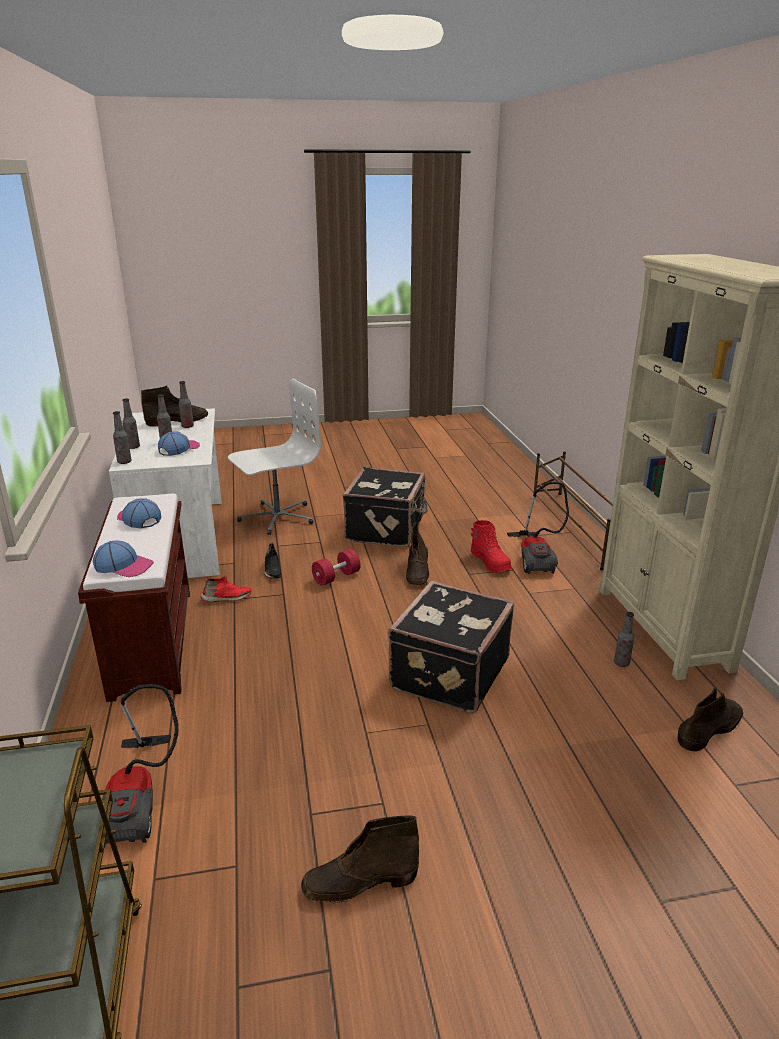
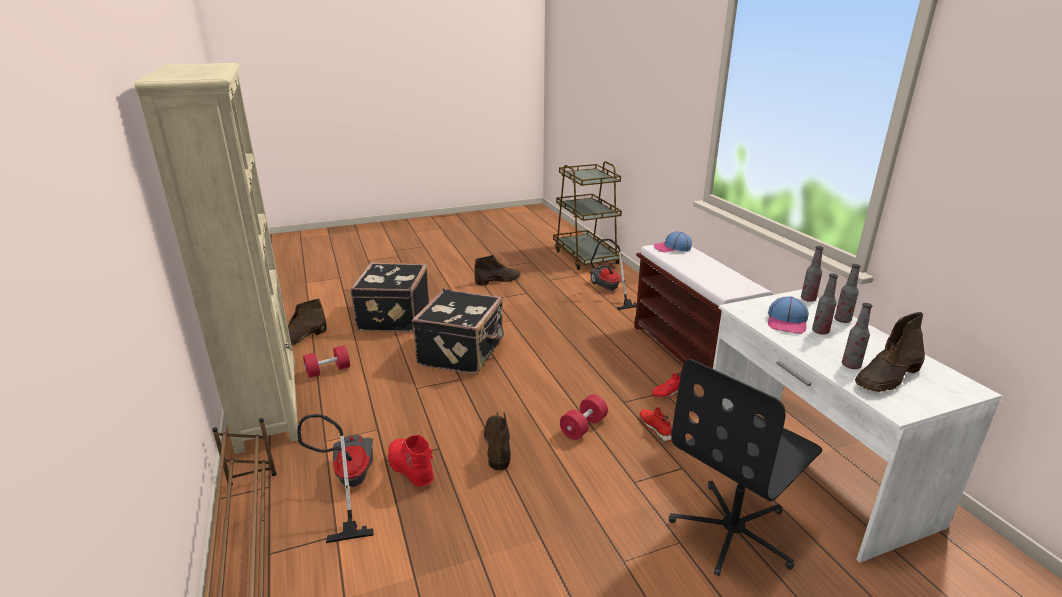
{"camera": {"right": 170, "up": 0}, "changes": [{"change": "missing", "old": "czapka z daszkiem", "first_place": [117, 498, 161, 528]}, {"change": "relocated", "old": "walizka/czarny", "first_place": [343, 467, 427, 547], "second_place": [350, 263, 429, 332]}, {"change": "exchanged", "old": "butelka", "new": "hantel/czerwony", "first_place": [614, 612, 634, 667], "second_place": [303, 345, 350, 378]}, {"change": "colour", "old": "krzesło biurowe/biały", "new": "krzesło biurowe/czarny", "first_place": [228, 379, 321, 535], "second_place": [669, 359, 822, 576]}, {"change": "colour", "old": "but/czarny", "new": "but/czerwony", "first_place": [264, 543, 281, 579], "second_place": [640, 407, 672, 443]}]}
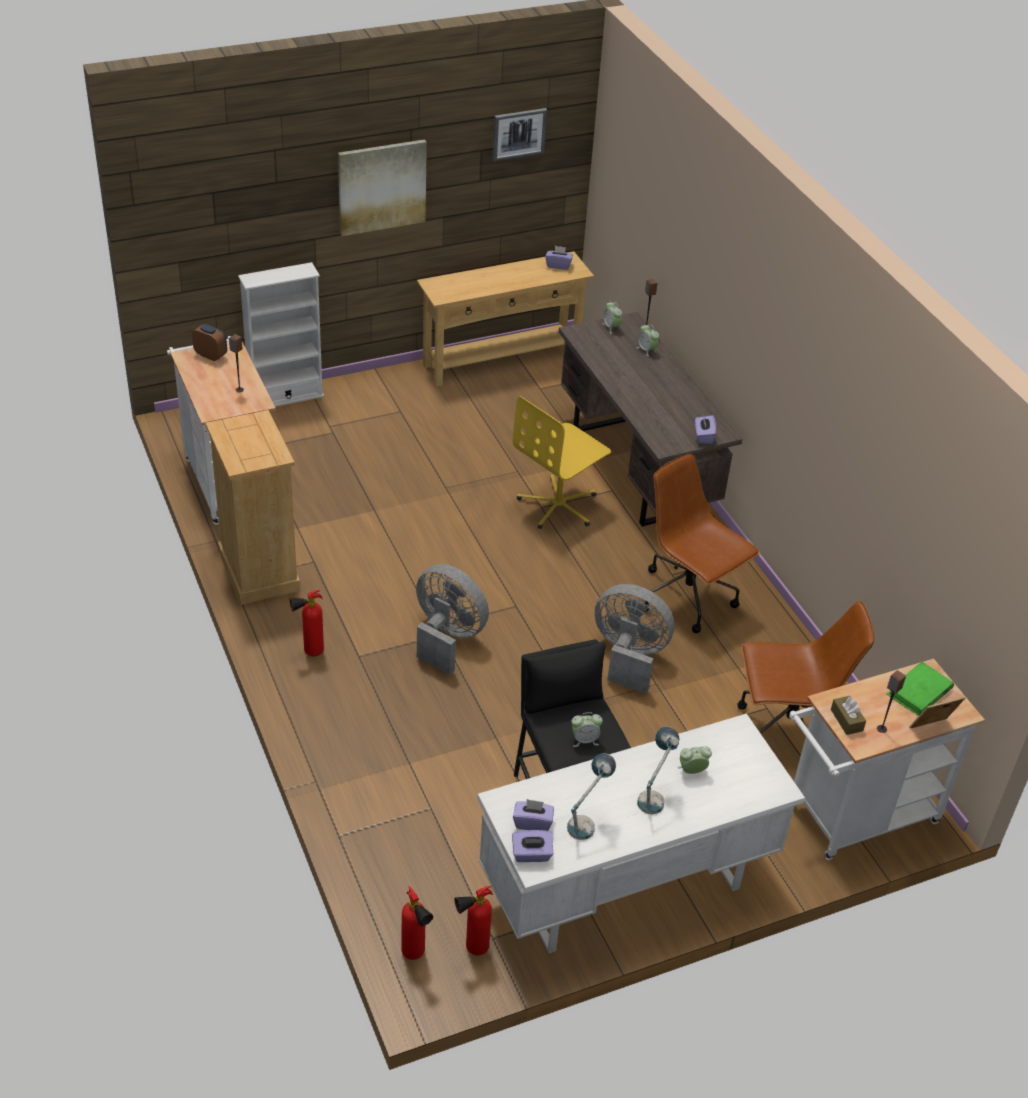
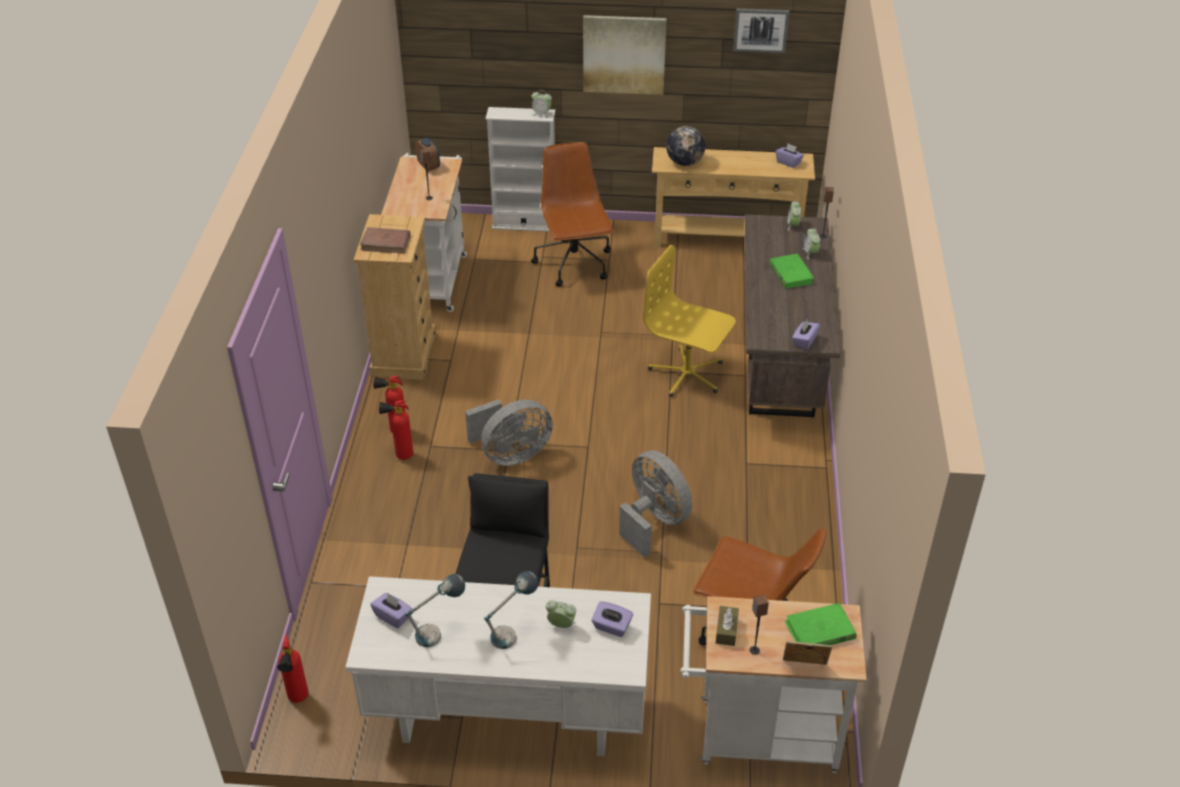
{"camera": {"right": 30, "up": 0}, "changes": [{"change": "appeared", "new": "książka/brązowy", "second_place": [360, 227, 411, 254]}, {"change": "appeared", "new": "globus", "second_place": [666, 126, 705, 166]}, {"change": "appeared", "new": "książka/zielony", "second_place": [769, 254, 814, 289]}, {"change": "relocated", "old": "gaśnica", "first_place": [454, 886, 493, 955], "second_place": [379, 400, 413, 460]}, {"change": "relocated", "old": "pudełko chusteczek/fioletowy", "first_place": [512, 830, 553, 862], "second_place": [591, 601, 633, 637]}, {"change": "relocated", "old": "budzik", "first_place": [571, 712, 603, 747], "second_place": [531, 90, 552, 118]}, {"change": "relocated", "old": "krzesło biurowe/brązowy", "first_place": [644, 454, 760, 633], "second_place": [531, 142, 613, 287]}, {"change": "spun", "old": "wentylator/szary", "first_place": [416, 564, 489, 675], "second_place": [465, 399, 553, 466], "degrees": 90}, {"change": "spun", "old": "krzesło biurowe/żółty", "first_place": [513, 396, 611, 529], "second_place": [643, 245, 736, 397], "degrees": 45}]}
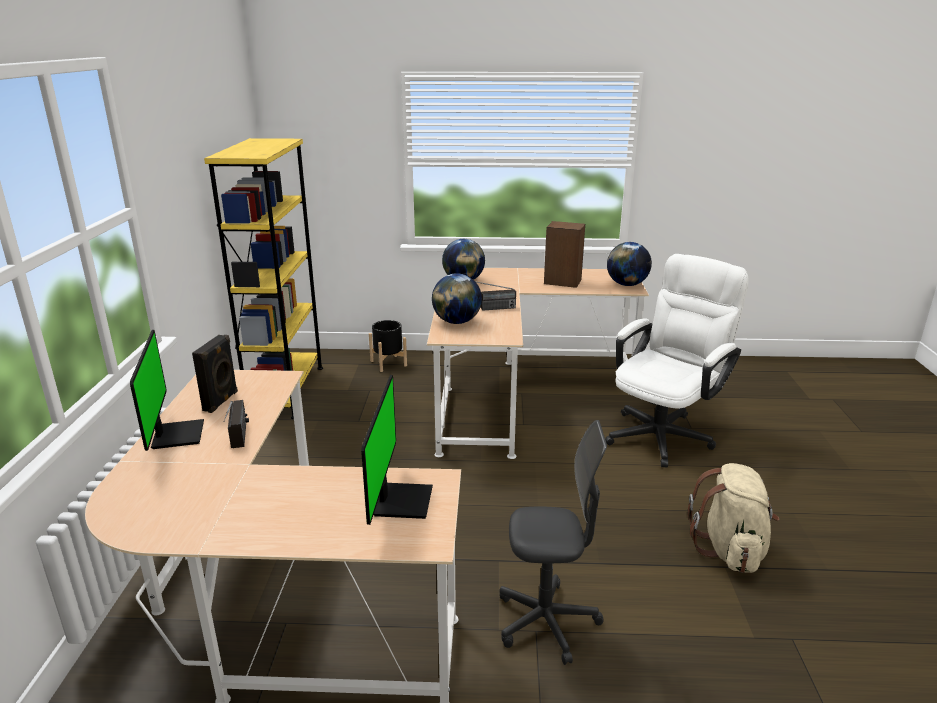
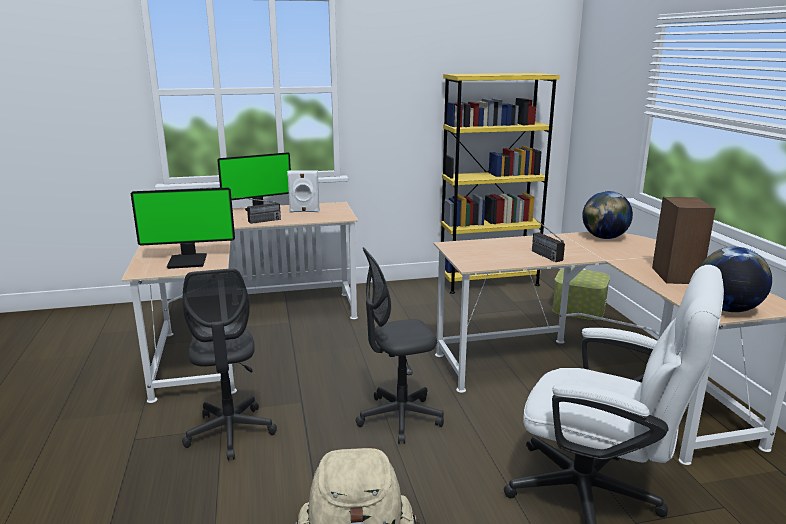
{"camera": {"right": 75, "up": -5}, "changes": [{"change": "missing", "old": "globus", "first_place": [432, 273, 482, 324]}, {"change": "appeared", "new": "krzesło biurowe/szary", "second_place": [356, 247, 444, 444]}, {"change": "exchanged", "old": "donica/czarny", "new": "pojemnik do przechowywania", "first_place": [369, 320, 407, 372], "second_place": [552, 268, 610, 320]}, {"change": "colour", "old": "głośnik/czarny", "new": "głośnik/biały", "first_place": [192, 335, 238, 413], "second_place": [287, 170, 319, 212]}]}
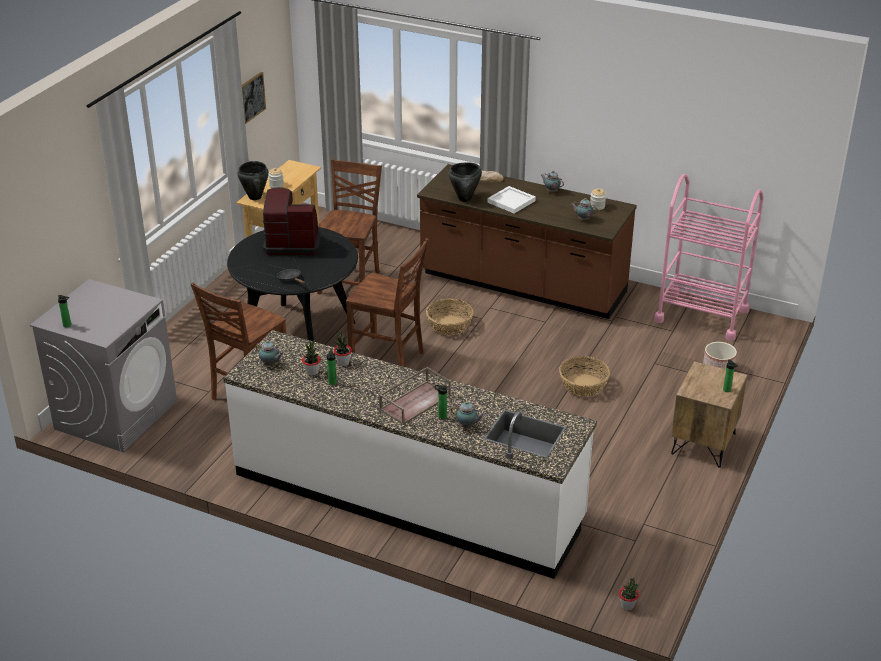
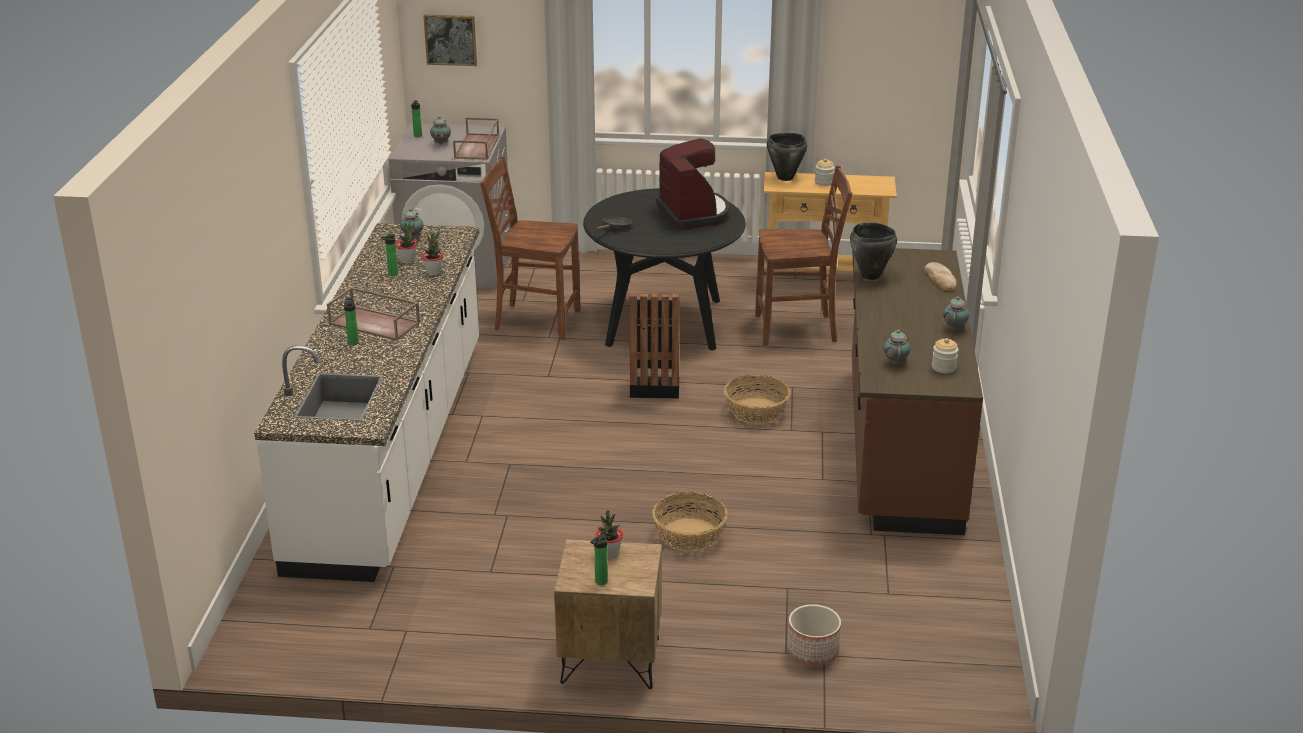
{"camera": {"right": 70, "up": -5}, "changes": [{"change": "missing", "old": "taca/biały", "first_place": [487, 186, 536, 214]}, {"change": "missing", "old": "wózek/różowy", "first_place": [654, 174, 764, 341]}, {"change": "appeared", "new": "taca/brązowy", "second_place": [453, 117, 499, 160]}, {"change": "relocated", "old": "obraz", "first_place": [242, 72, 266, 124], "second_place": [423, 15, 477, 66]}, {"change": "relocated", "old": "imbryk", "first_place": [450, 401, 485, 428], "second_place": [430, 116, 451, 145]}, {"change": "relocated", "old": "roślina doniczkowa", "first_place": [619, 577, 639, 610], "second_place": [596, 510, 623, 559]}, {"change": "exchanged", "old": "krzesło/brązowy", "new": "kosz na śmieci/czarny", "first_place": [346, 238, 428, 367], "second_place": [629, 293, 680, 398]}]}
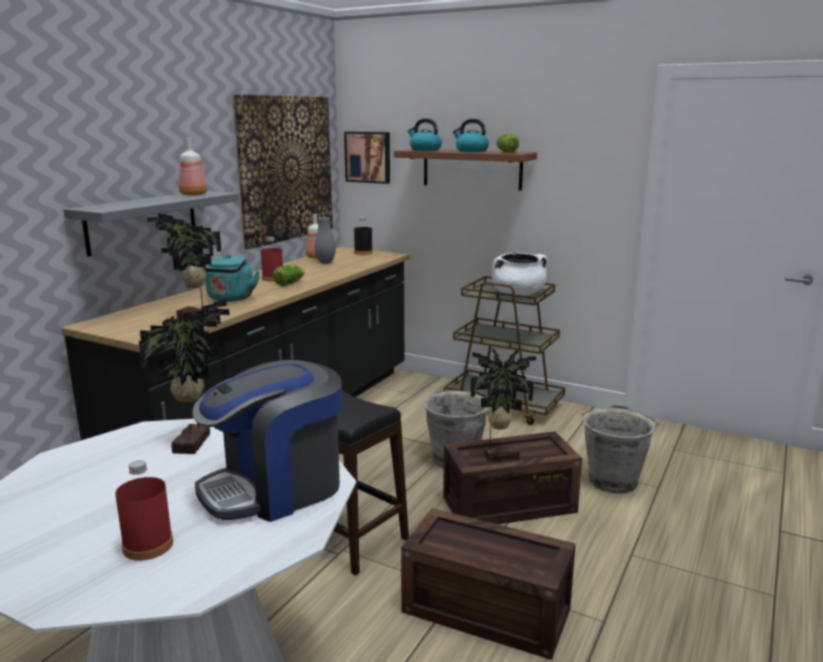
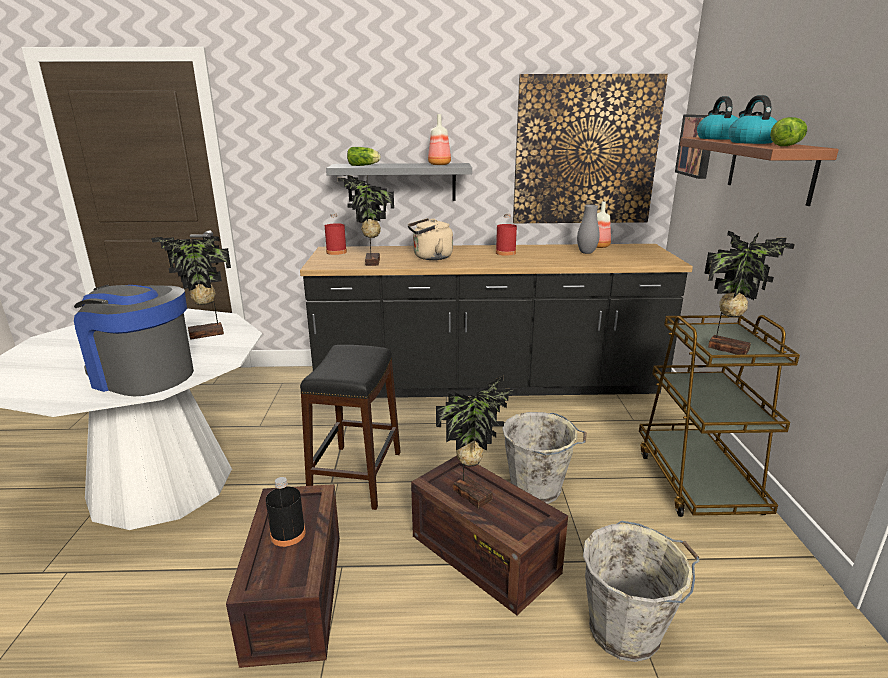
{"camera": {"right": 60, "up": 5}, "changes": [{"change": "relocated", "old": "butelka/czerwony", "first_place": [115, 460, 173, 561], "second_place": [325, 213, 347, 255]}, {"change": "relocated", "old": "sałata", "first_place": [273, 265, 304, 286], "second_place": [347, 147, 381, 166]}, {"change": "relocated", "old": "butelka/czarny", "first_place": [354, 217, 373, 255], "second_place": [266, 477, 306, 547]}, {"change": "exchanged", "old": "garnek/biały", "new": "roślina doniczkowa", "first_place": [492, 252, 548, 296], "second_place": [704, 231, 795, 355]}, {"change": "colour", "old": "czajnik/turkusowy", "new": "czajnik/beżowy", "first_place": [204, 254, 259, 302], "second_place": [408, 218, 453, 260]}]}
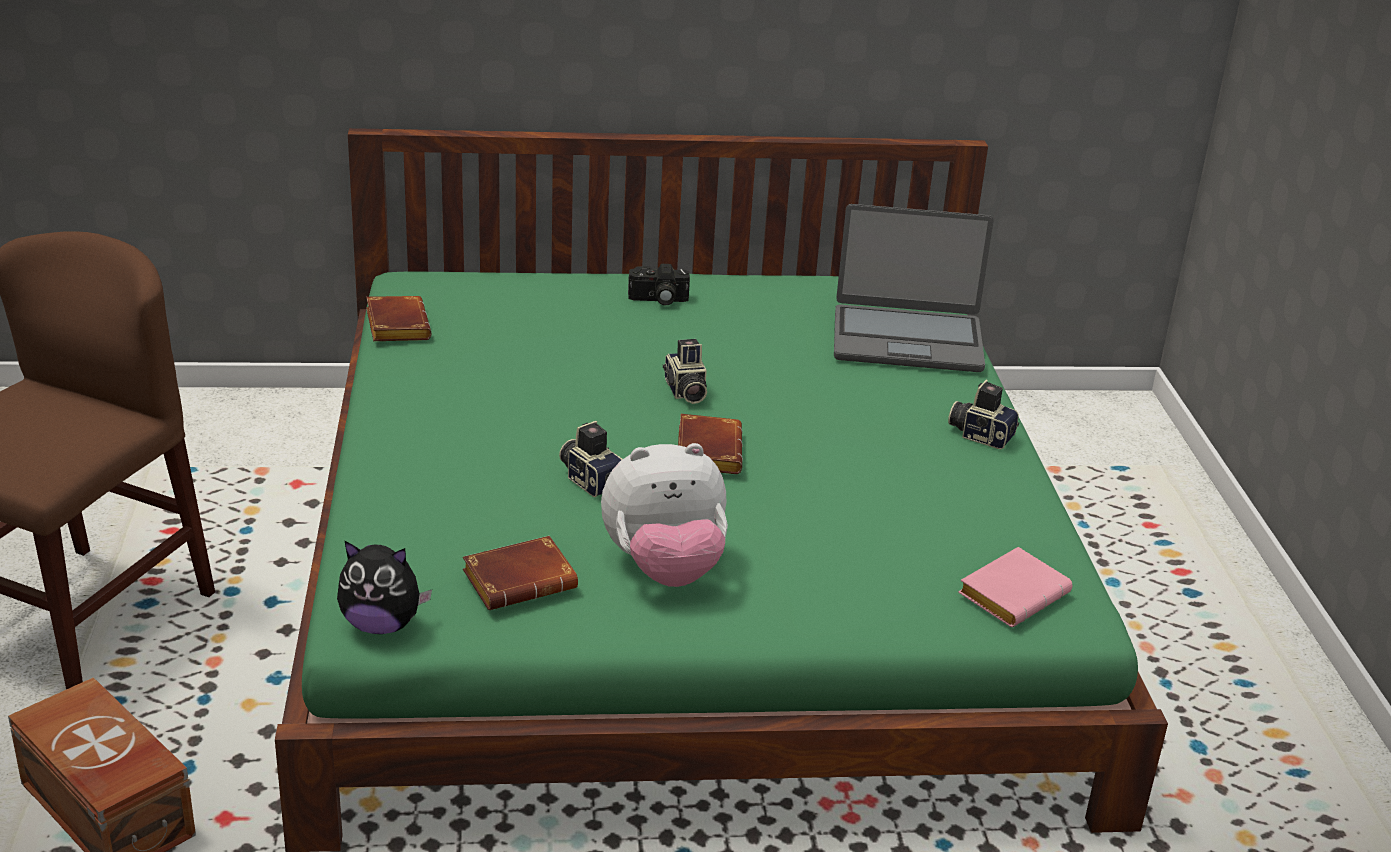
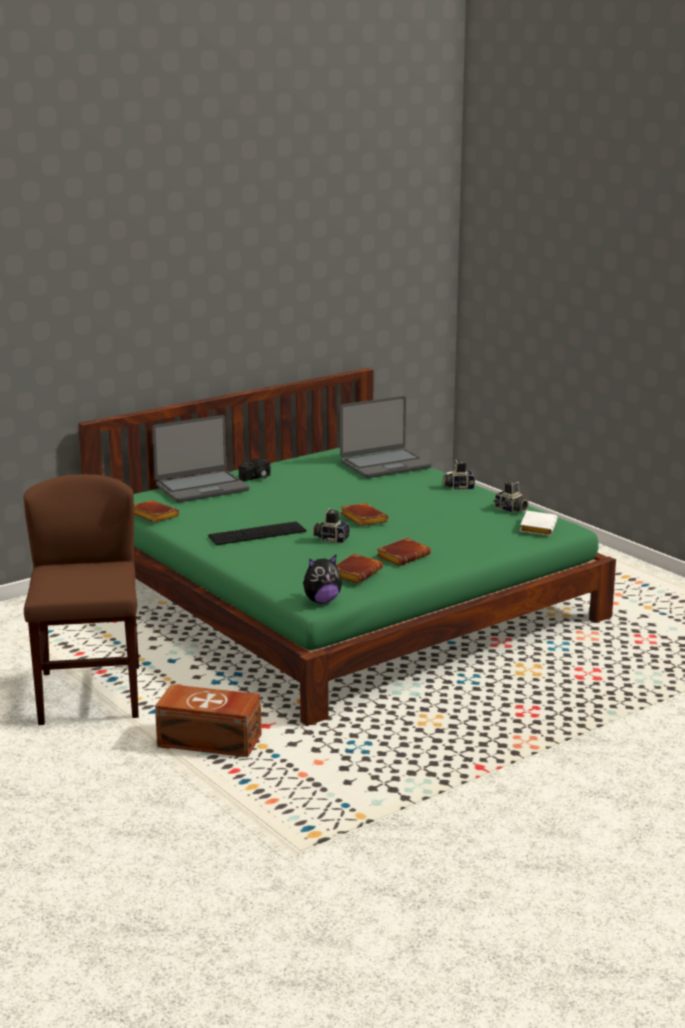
{"camera": {"right": -30, "up": -10}, "changes": [{"change": "appeared", "new": "laptop", "second_place": [152, 415, 249, 503]}, {"change": "appeared", "new": "klawiatura", "second_place": [208, 522, 307, 545]}, {"change": "relocated", "old": "aparat fotograficzny", "first_place": [663, 339, 707, 404], "second_place": [493, 481, 529, 513]}, {"change": "exchanged", "old": "pluszak", "new": "książka/brązowy", "first_place": [601, 443, 728, 587], "second_place": [376, 538, 431, 566]}, {"change": "colour", "old": "książka/różowy", "new": "książka/biały", "first_place": [958, 547, 1072, 627], "second_place": [520, 511, 558, 536]}]}
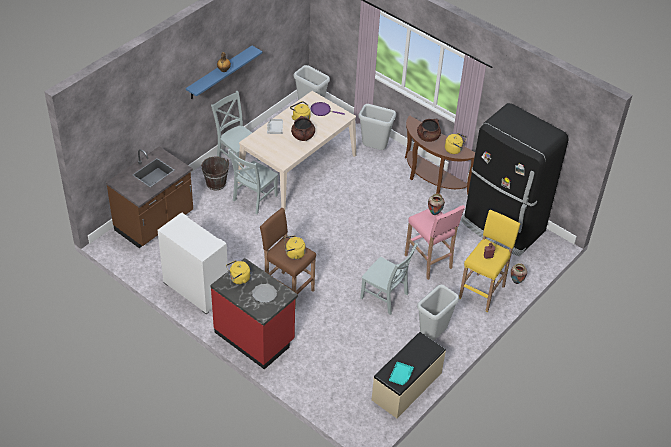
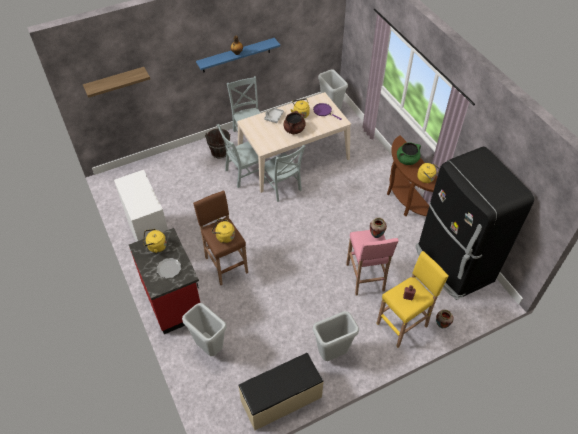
{"camera": {"right": 25, "up": 5}, "changes": [{"change": "missing", "old": "zabudowa kuchenna/brązowy", "first_place": [106, 146, 193, 248]}, {"change": "missing", "old": "taca/turkusowy", "first_place": [389, 362, 414, 385]}, {"change": "appeared", "new": "półka", "second_place": [83, 67, 150, 98]}, {"change": "relocated", "old": "kosz na śmieci/szary", "first_place": [359, 104, 396, 150], "second_place": [182, 303, 227, 356]}, {"change": "relocated", "old": "krzesło/szary", "first_place": [360, 243, 419, 315], "second_place": [264, 145, 305, 202]}, {"change": "colour", "old": "garnek/brązowy", "new": "garnek/zielony", "first_place": [417, 119, 441, 142], "second_place": [397, 142, 421, 165]}]}
